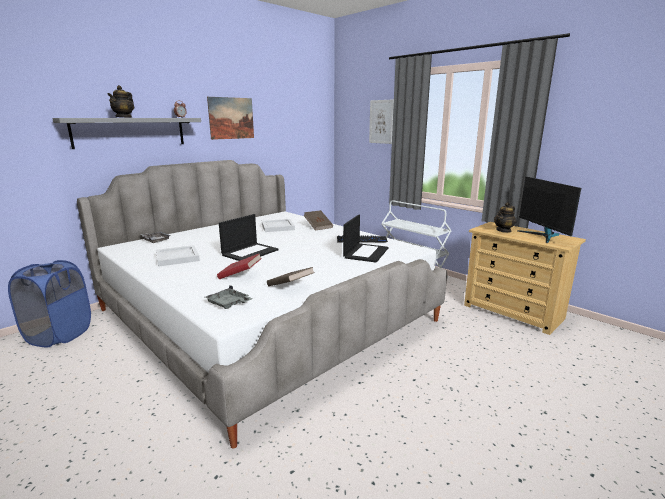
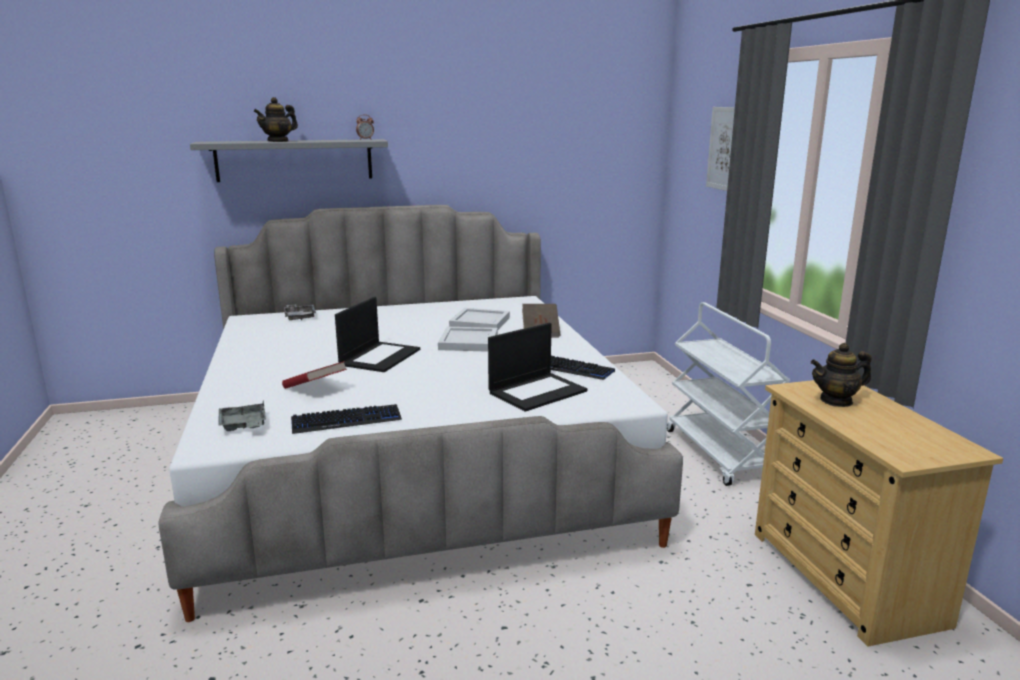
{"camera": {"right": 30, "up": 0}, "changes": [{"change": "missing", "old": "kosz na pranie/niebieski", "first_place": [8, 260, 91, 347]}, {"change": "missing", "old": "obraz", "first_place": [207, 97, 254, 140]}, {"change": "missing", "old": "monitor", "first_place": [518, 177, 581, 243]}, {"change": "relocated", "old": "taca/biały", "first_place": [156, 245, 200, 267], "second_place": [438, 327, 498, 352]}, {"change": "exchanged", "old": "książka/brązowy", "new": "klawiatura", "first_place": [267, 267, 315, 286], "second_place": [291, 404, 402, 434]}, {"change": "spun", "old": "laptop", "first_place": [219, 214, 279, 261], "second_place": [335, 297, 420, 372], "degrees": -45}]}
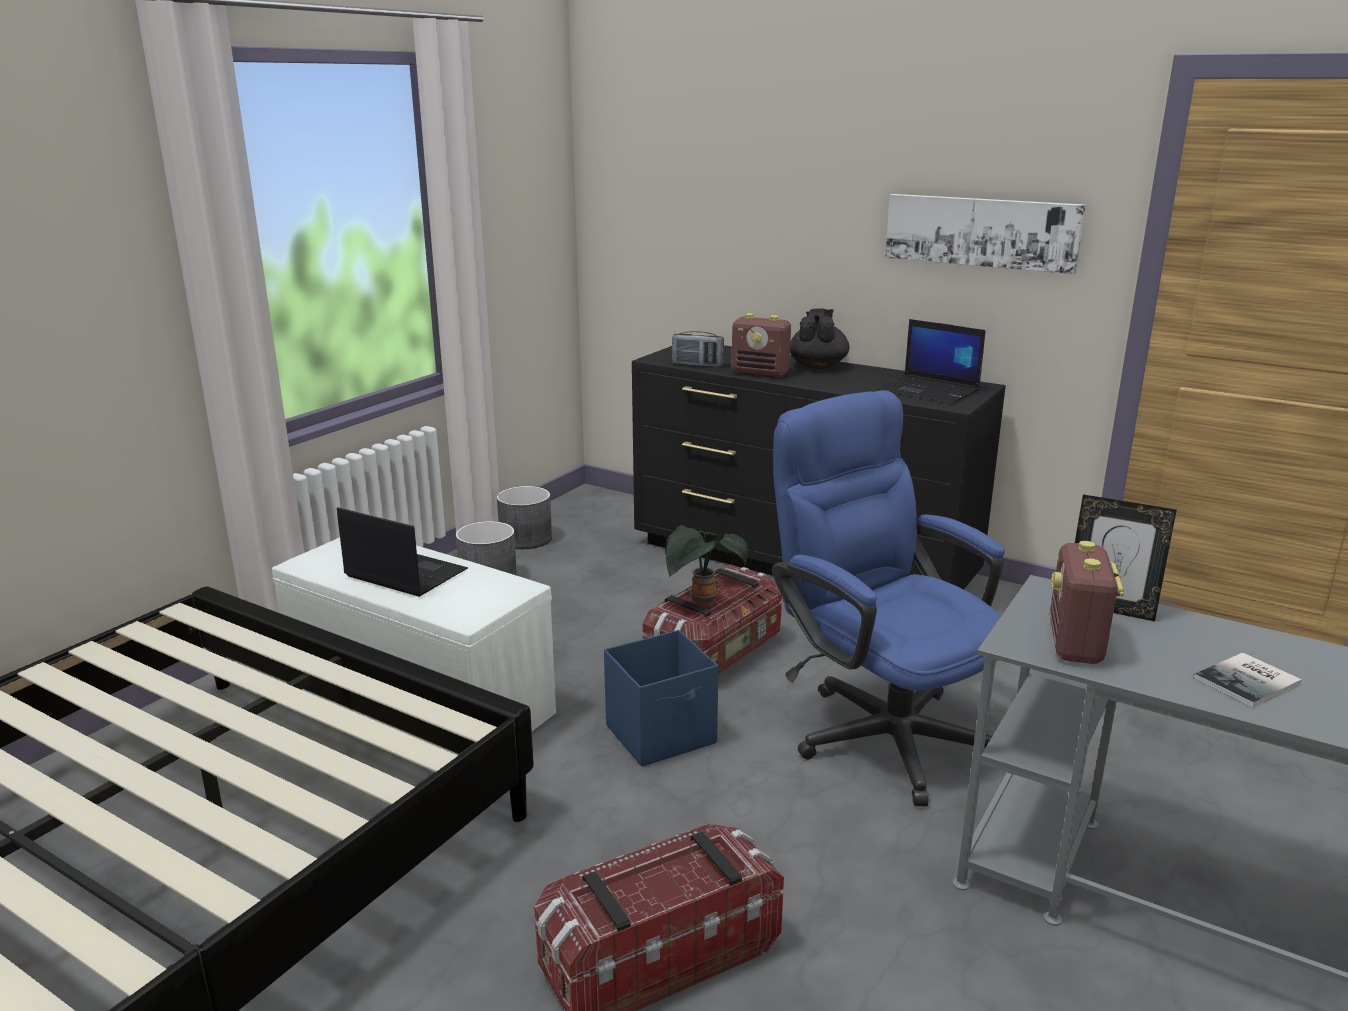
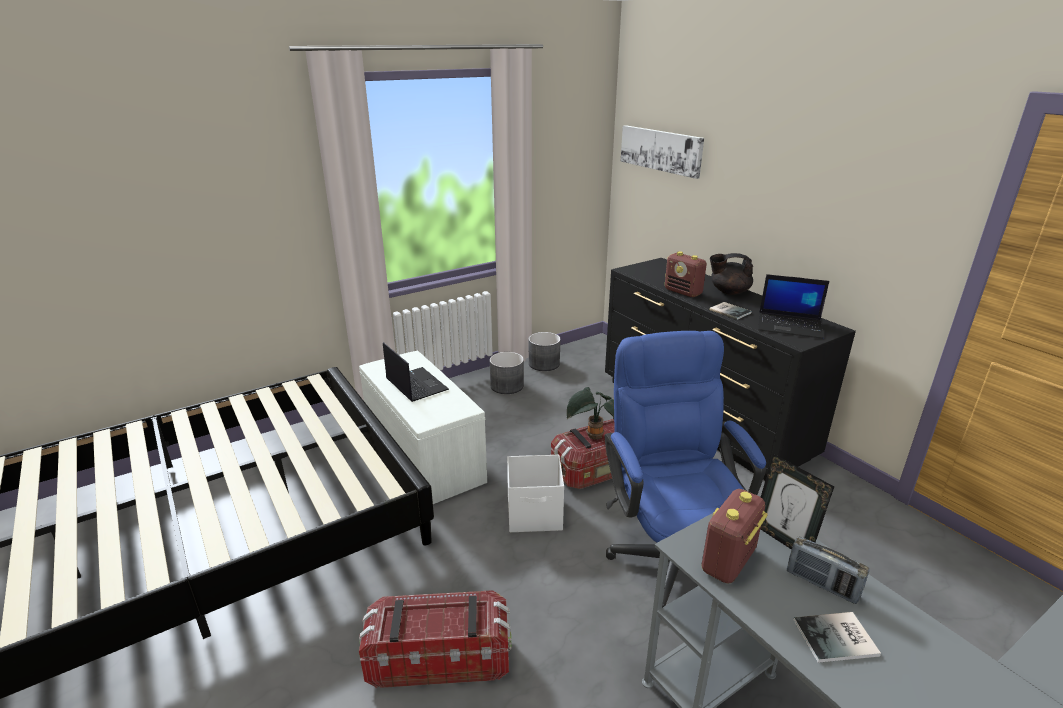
{"camera": {"right": 25, "up": 5}, "changes": [{"change": "appeared", "new": "książka", "second_place": [709, 302, 752, 320]}, {"change": "relocated", "old": "radio", "first_place": [672, 331, 724, 367], "second_place": [787, 536, 869, 604]}, {"change": "relocated", "old": "obraz", "first_place": [885, 194, 1086, 274], "second_place": [621, 125, 704, 179]}, {"change": "colour", "old": "pojemnik do przechowywania/niebieski", "new": "pojemnik do przechowywania/biały", "first_place": [604, 630, 718, 767], "second_place": [507, 455, 564, 532]}, {"change": "spun", "old": "imbryk/czarny", "first_place": [790, 309, 849, 369], "second_place": [710, 253, 753, 295], "degrees": -120}, {"change": "spun", "old": "laptop", "first_place": [877, 319, 986, 404], "second_place": [758, 274, 829, 339], "degrees": -45}]}
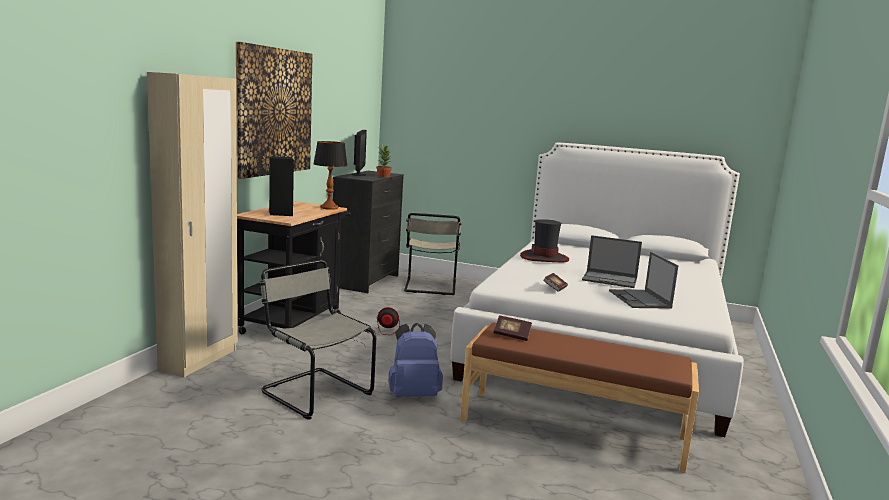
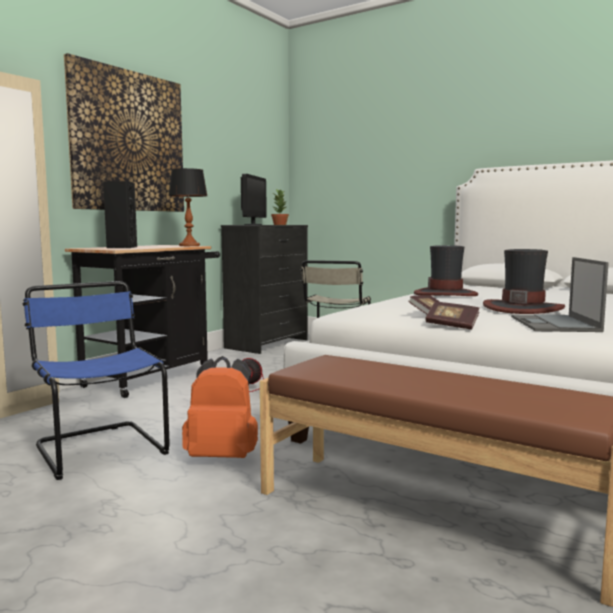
{"camera": {"right": 15, "up": -5}, "changes": [{"change": "relocated", "old": "książka", "first_place": [494, 316, 532, 341], "second_place": [425, 302, 480, 330]}, {"change": "exchanged", "old": "laptop", "new": "kapelusz", "first_place": [582, 235, 642, 288], "second_place": [483, 249, 565, 314]}, {"change": "colour", "old": "krzesło/szary", "new": "krzesło/niebieski", "first_place": [260, 260, 376, 420], "second_place": [23, 281, 169, 480]}, {"change": "colour", "old": "plecak/niebieski", "new": "plecak/pomarańczowy", "first_place": [388, 323, 443, 397], "second_place": [182, 356, 258, 458]}]}
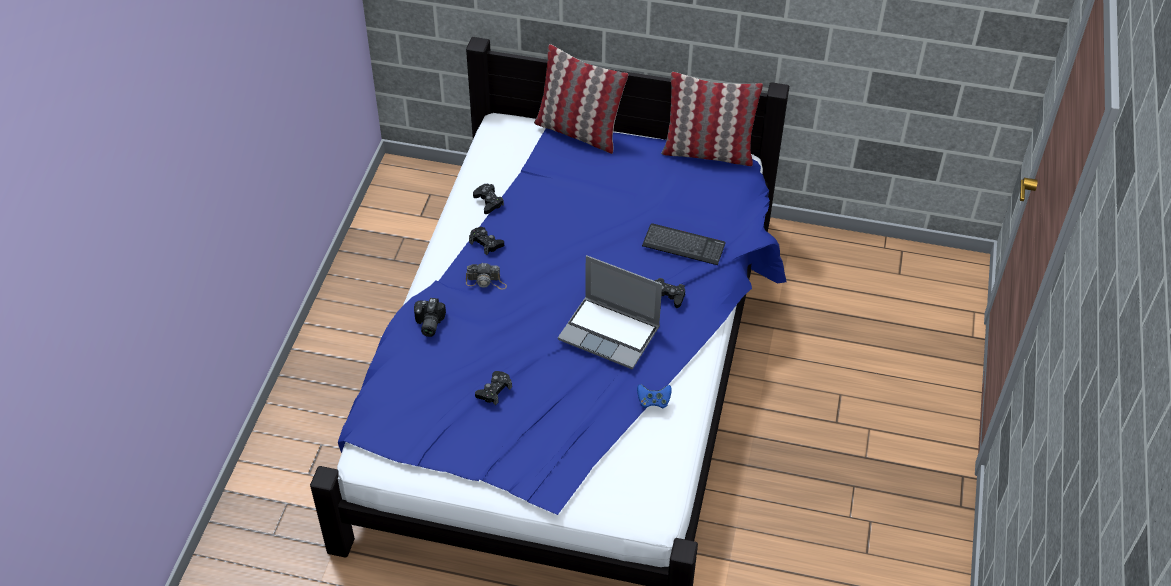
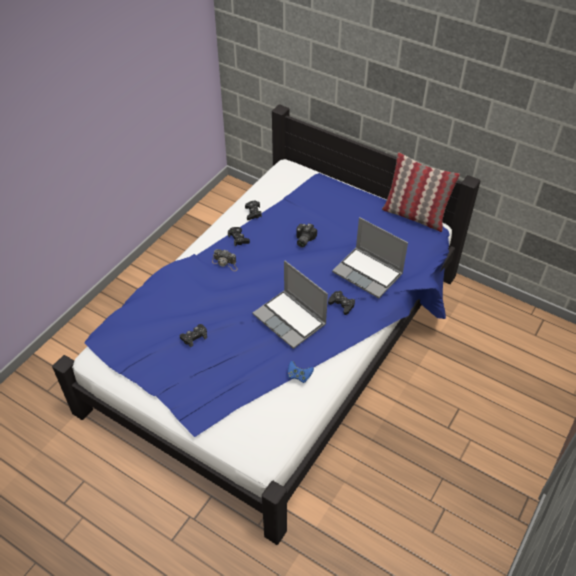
{"camera": {"right": 20, "up": 0}, "changes": [{"change": "missing", "old": "poduszka", "first_place": [534, 44, 628, 154]}, {"change": "relocated", "old": "aparat fotograficzny", "first_place": [414, 298, 446, 337], "second_place": [296, 223, 317, 248]}, {"change": "exchanged", "old": "klawiatura", "new": "laptop", "first_place": [642, 223, 725, 265], "second_place": [332, 217, 408, 298]}]}
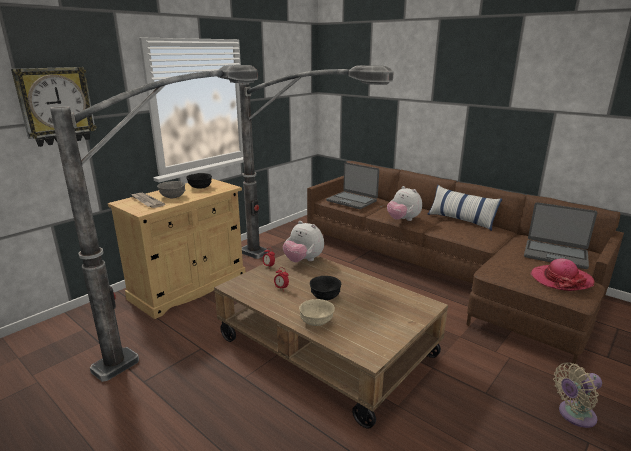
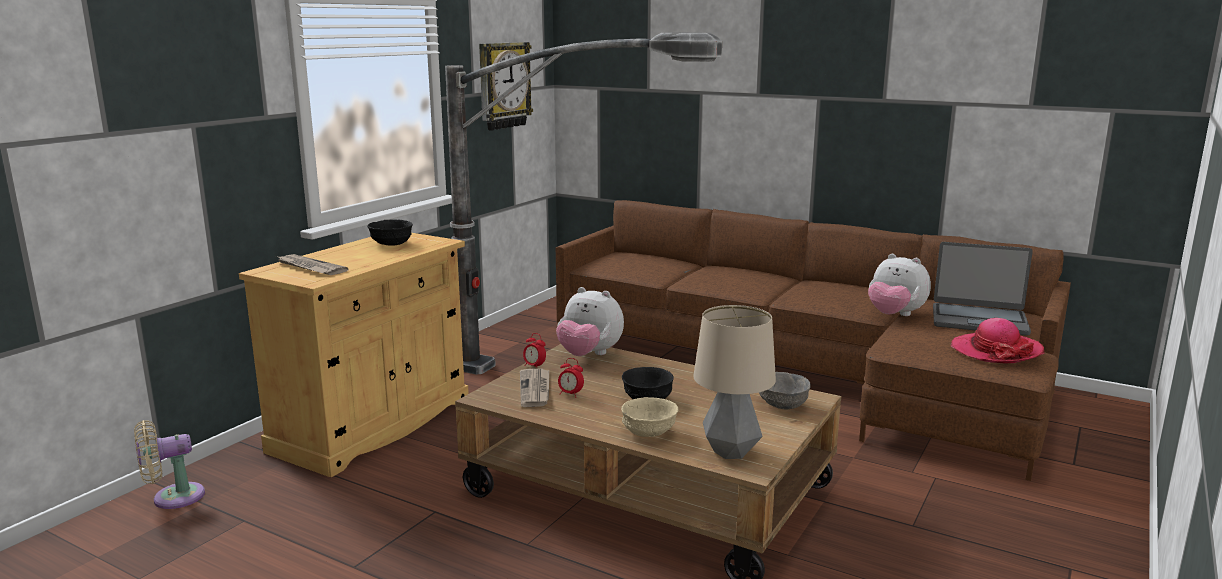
{"camera": {"right": -10, "up": -5}, "changes": [{"change": "missing", "old": "lampa stojąca", "first_place": [50, 65, 258, 382]}, {"change": "missing", "old": "laptop", "first_place": [326, 162, 379, 209]}, {"change": "missing", "old": "poduszka", "first_place": [427, 185, 502, 231]}, {"change": "appeared", "new": "gazeta", "second_place": [520, 368, 549, 407]}, {"change": "appeared", "new": "lampa stołowa", "second_place": [694, 305, 776, 459]}, {"change": "relocated", "old": "zegar ścienny", "first_place": [11, 67, 97, 147], "second_place": [479, 42, 533, 131]}, {"change": "relocated", "old": "miska/szary", "first_place": [157, 181, 185, 198], "second_place": [759, 372, 811, 410]}, {"change": "relocated", "old": "pluszak", "first_place": [387, 186, 422, 221], "second_place": [868, 254, 931, 316]}, {"change": "relocated", "old": "wentylator/beżowy", "first_place": [553, 362, 602, 428], "second_place": [134, 420, 205, 509]}]}
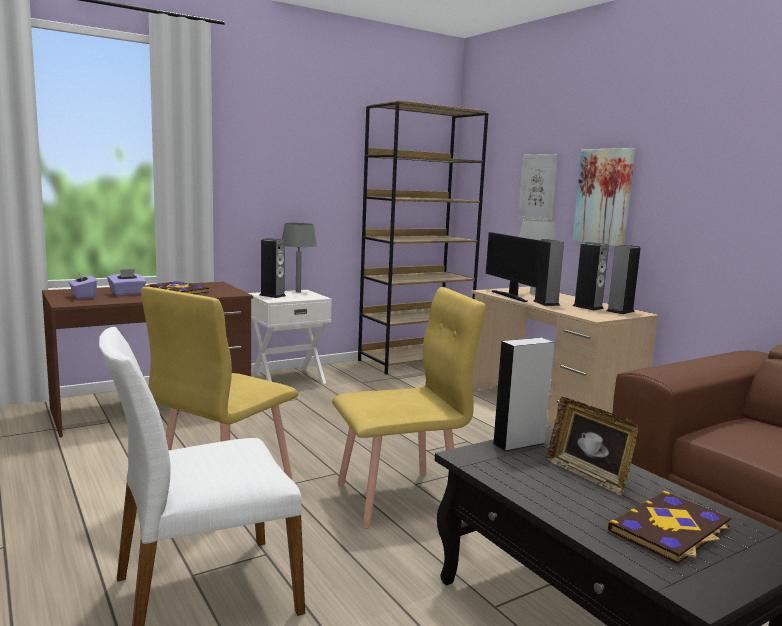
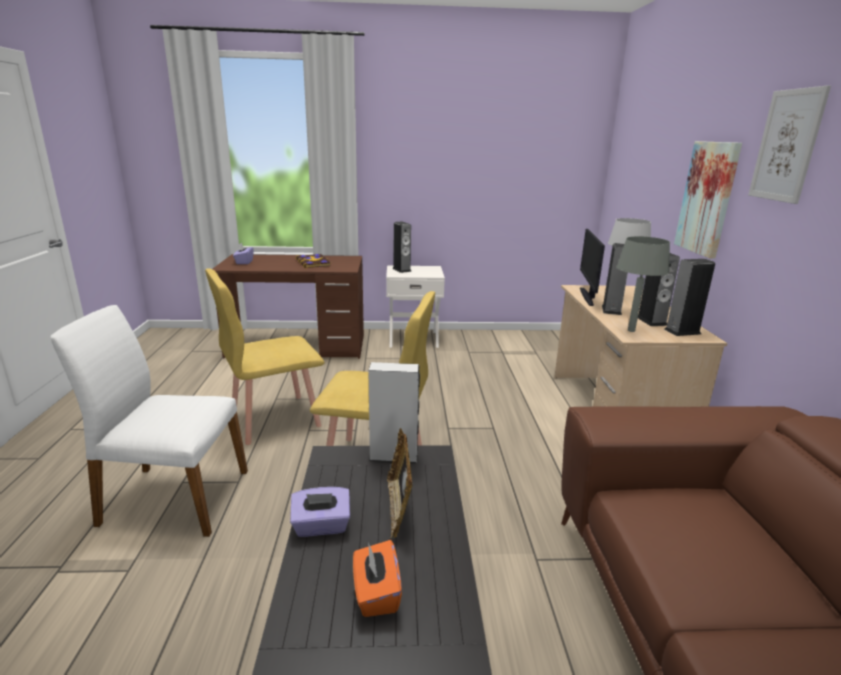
{"camera": {"right": 30, "up": 10}, "changes": [{"change": "missing", "old": "regał/brązowy", "first_place": [358, 100, 488, 375]}, {"change": "relocated", "old": "pudełko chusteczek/fioletowy", "first_place": [107, 269, 146, 295], "second_place": [290, 487, 350, 537]}, {"change": "relocated", "old": "lampa stołowa/szary", "first_place": [282, 223, 317, 293], "second_place": [616, 236, 670, 332]}, {"change": "relocated", "old": "obraz", "first_place": [518, 154, 558, 221], "second_place": [748, 85, 831, 204]}, {"change": "exchanged", "old": "książka", "new": "pudełko chusteczek/pomarańczowy", "first_place": [607, 491, 731, 564], "second_place": [353, 540, 402, 617]}]}
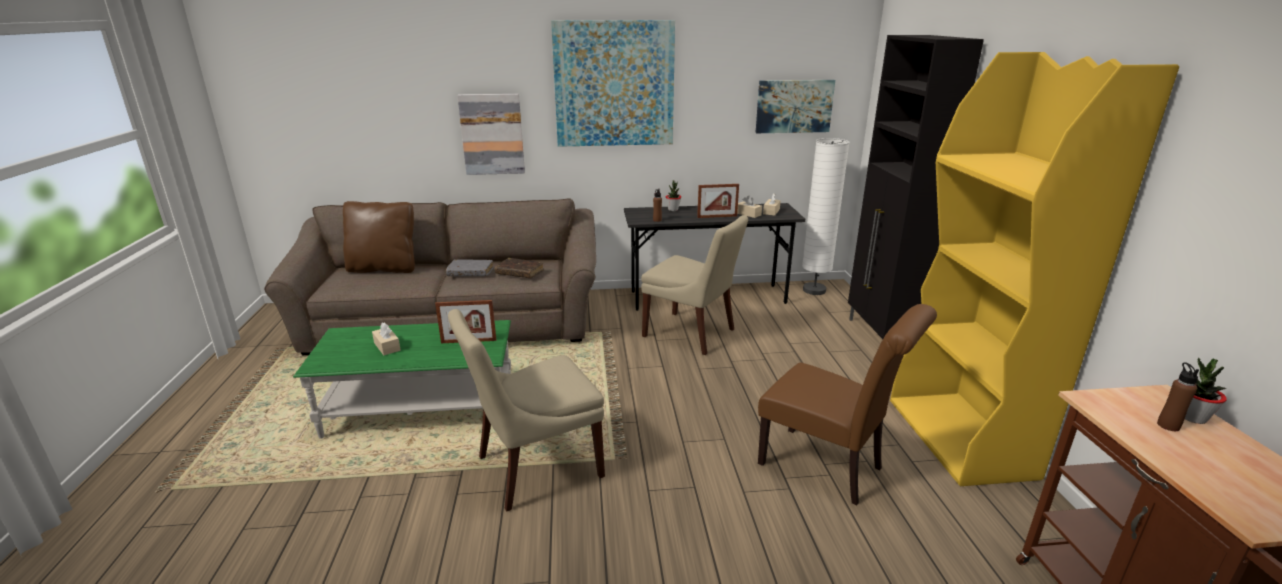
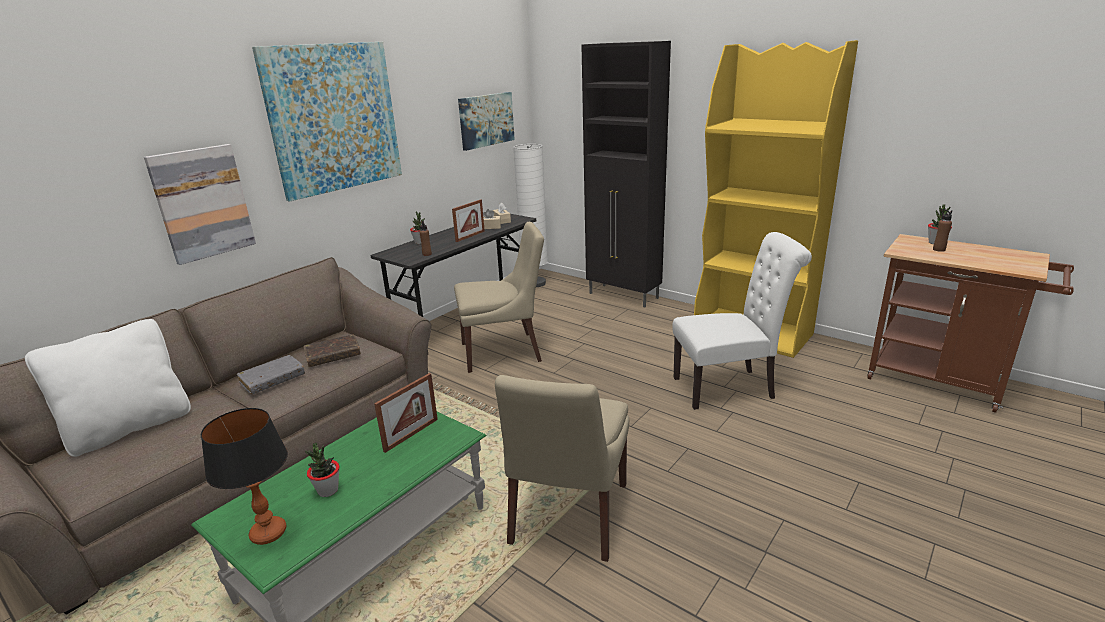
{"camera": {"right": -45, "up": 0}, "changes": [{"change": "appeared", "new": "lampa stołowa", "second_place": [201, 408, 288, 545]}, {"change": "exchanged", "old": "pudełko chusteczek/beżowy", "new": "roślina doniczkowa", "first_place": [372, 323, 401, 355], "second_place": [305, 443, 339, 497]}, {"change": "colour", "old": "poduszka/brązowy", "new": "poduszka/biały", "first_place": [343, 201, 415, 273], "second_place": [25, 319, 191, 457]}, {"change": "colour", "old": "krzesło/brązowy", "new": "krzesło/biały", "first_place": [758, 304, 937, 506], "second_place": [672, 232, 812, 410]}]}
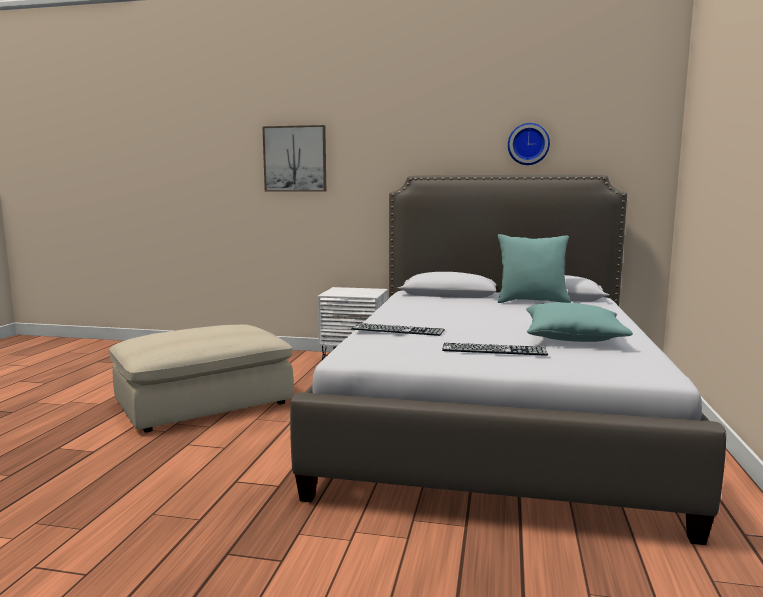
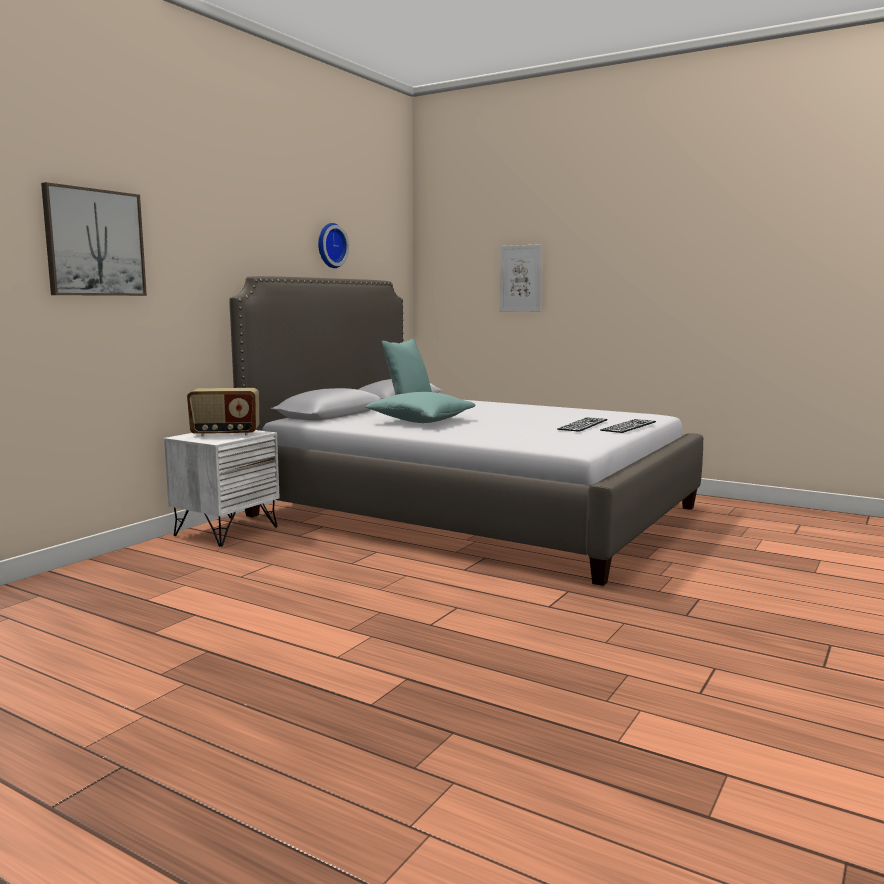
{"camera": {"right": -70, "up": 0}, "changes": [{"change": "missing", "old": "pufa/beżowy", "first_place": [109, 325, 294, 433]}, {"change": "appeared", "new": "radio", "second_place": [187, 388, 259, 436]}, {"change": "appeared", "new": "obraz", "second_place": [500, 244, 542, 312]}, {"change": "relocated", "old": "klawiatura", "first_place": [351, 323, 445, 336], "second_place": [600, 419, 656, 433]}, {"change": "relocated", "old": "poduszka/turkusowy", "first_place": [526, 302, 633, 342], "second_place": [365, 392, 476, 423]}]}
